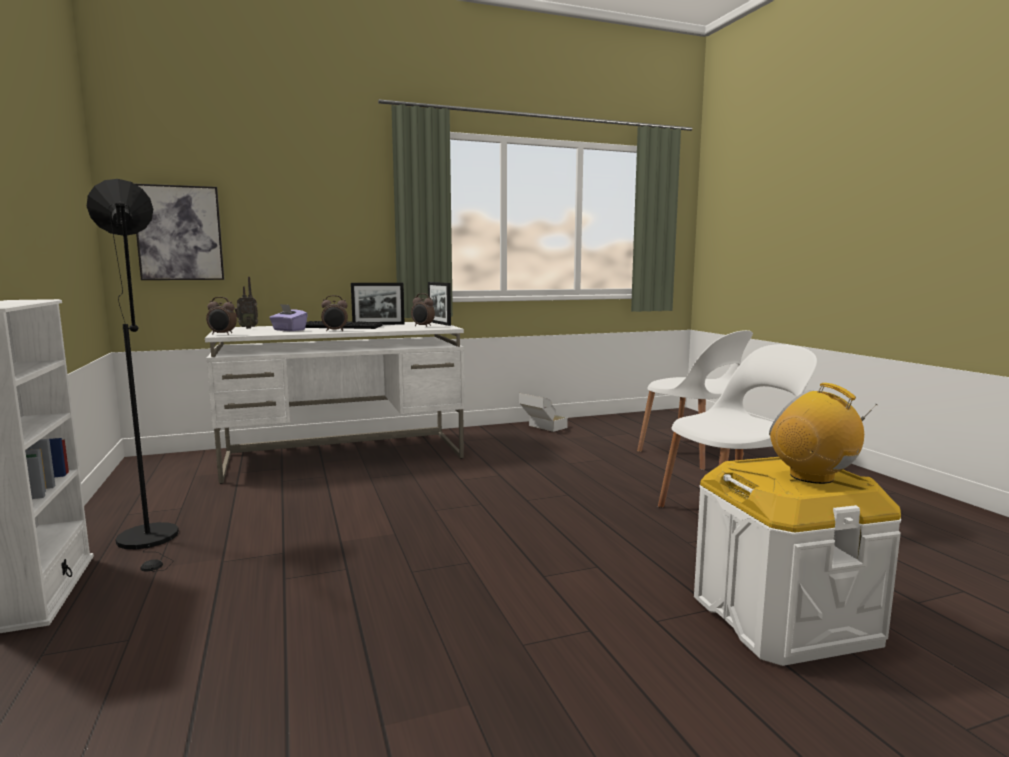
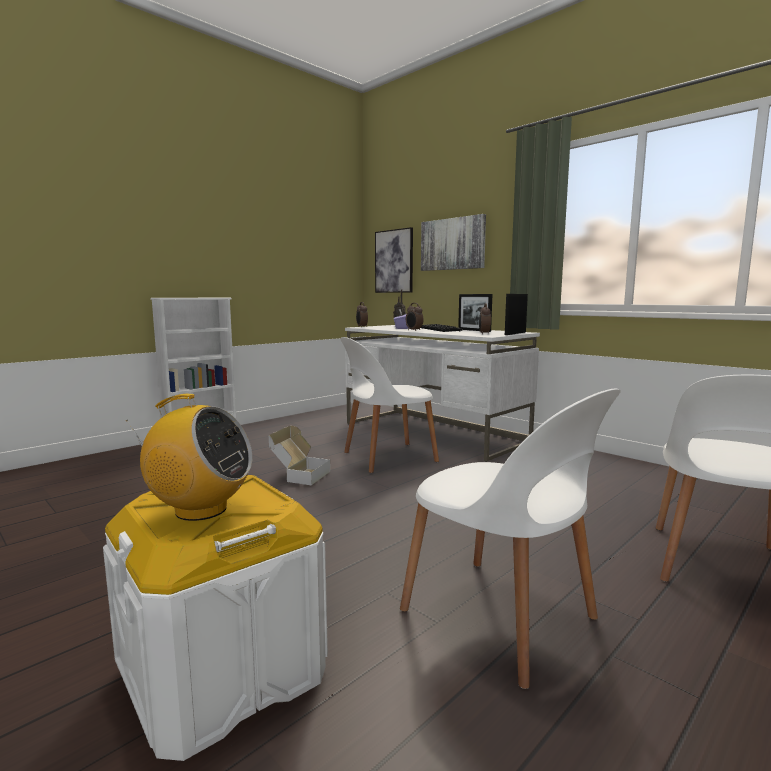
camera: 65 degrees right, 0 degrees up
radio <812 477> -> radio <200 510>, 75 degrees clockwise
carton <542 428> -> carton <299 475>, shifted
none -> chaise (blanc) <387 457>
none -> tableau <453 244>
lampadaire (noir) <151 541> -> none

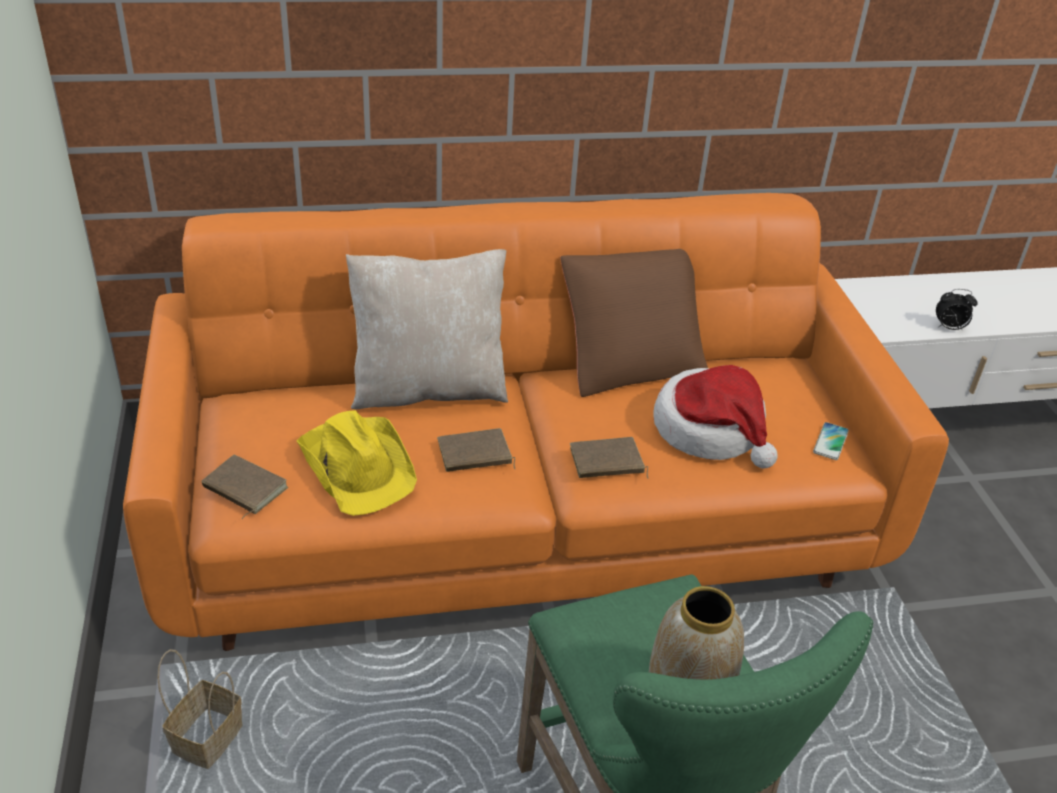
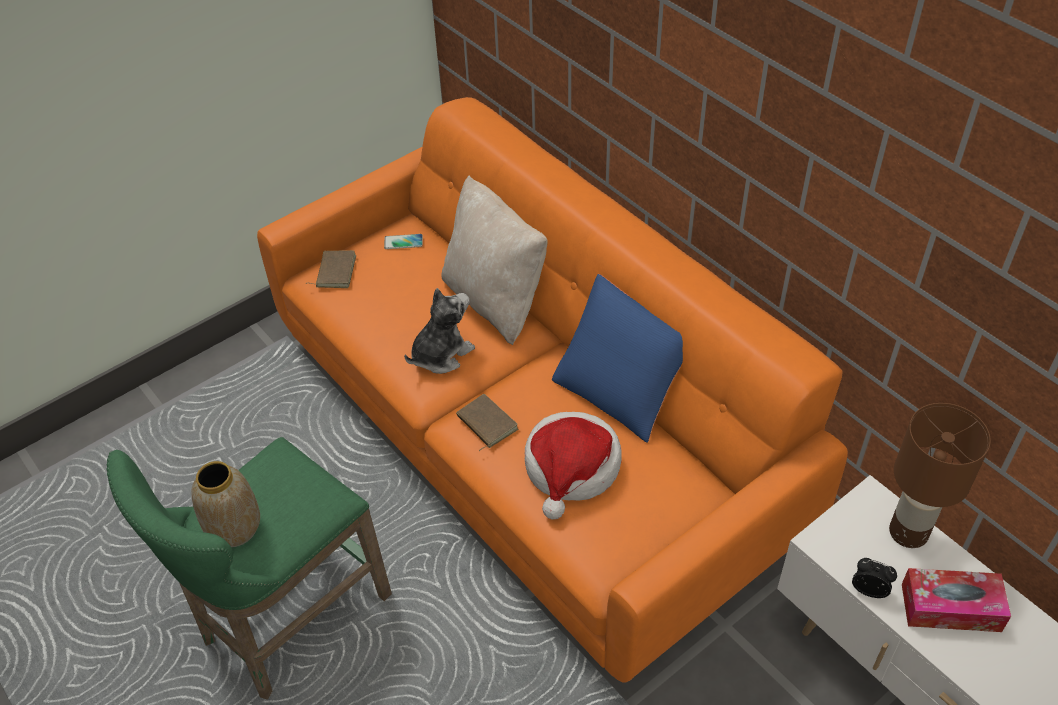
camera: 65 degrees right, 10 degrees up
téléphone <830 442> -> téléphone <403 242>, shifted
livre (marron) <474 455> -> peluche <441 354>
coussin (marron) <630 363> -> coussin (bleu) <620 390>
réveil <949 328> -> réveil <869 589>, 135 degrees clockwise
none -> lampe de table (marron) <907 532>
none -> boîte à mouchoirs <950 607>
panier <208 737> -> none
chapeau (jaune) <357 465> -> none

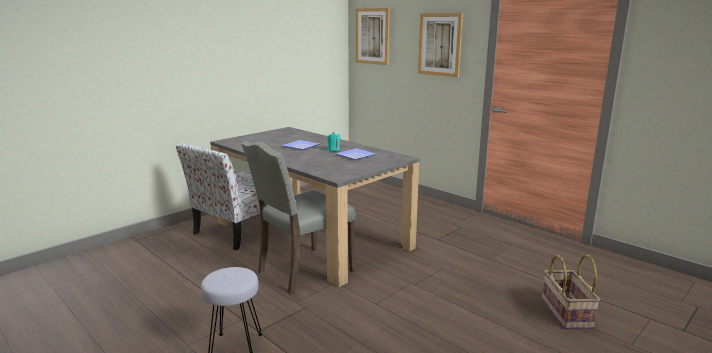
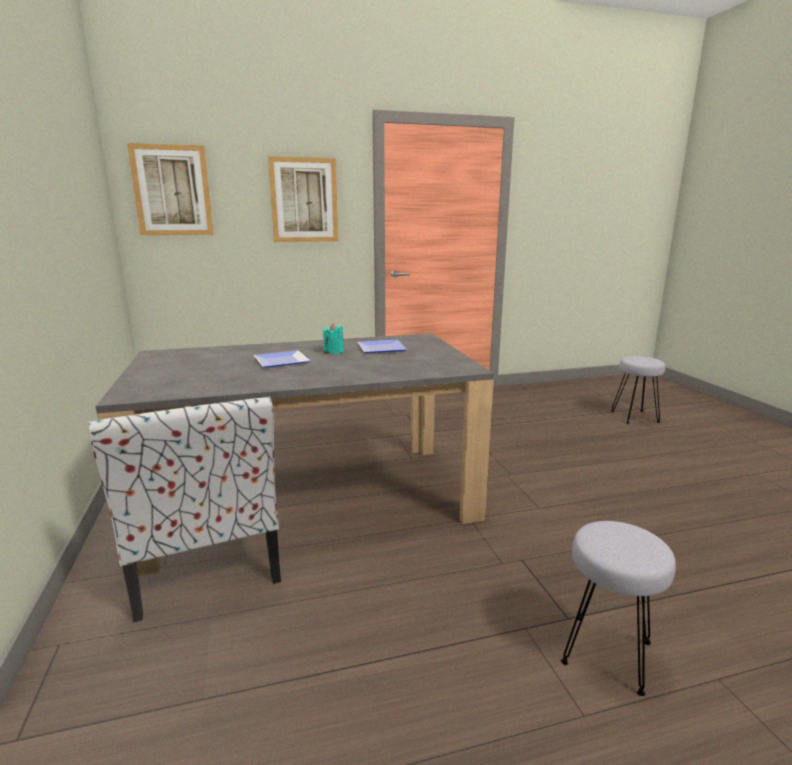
camera: 60 degrees left, 0 degrees up
none -> tabouret (gris) <633 417>
chaise (gris) <303 271> -> none
panier <565 312> -> none

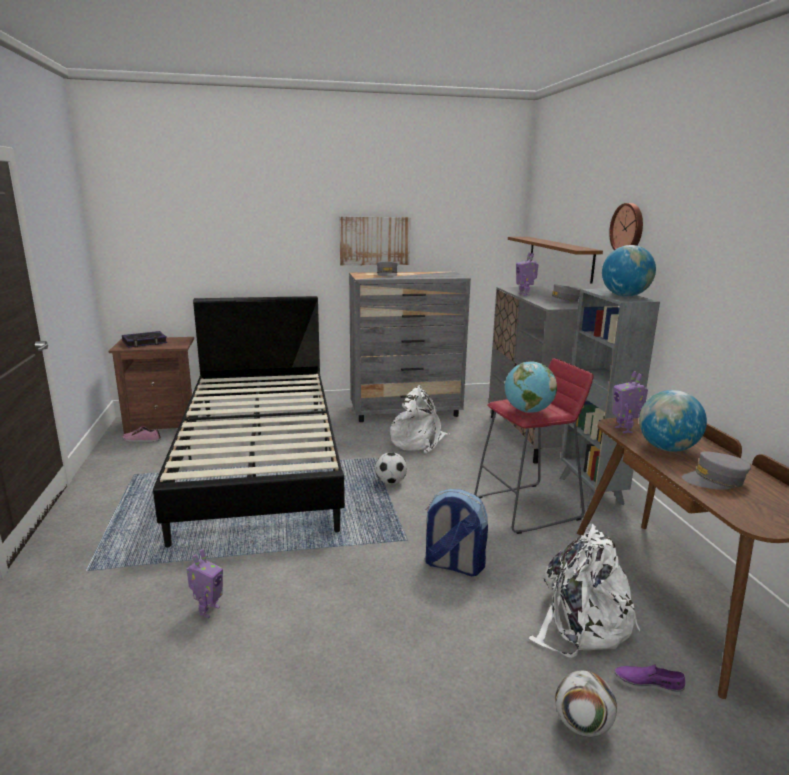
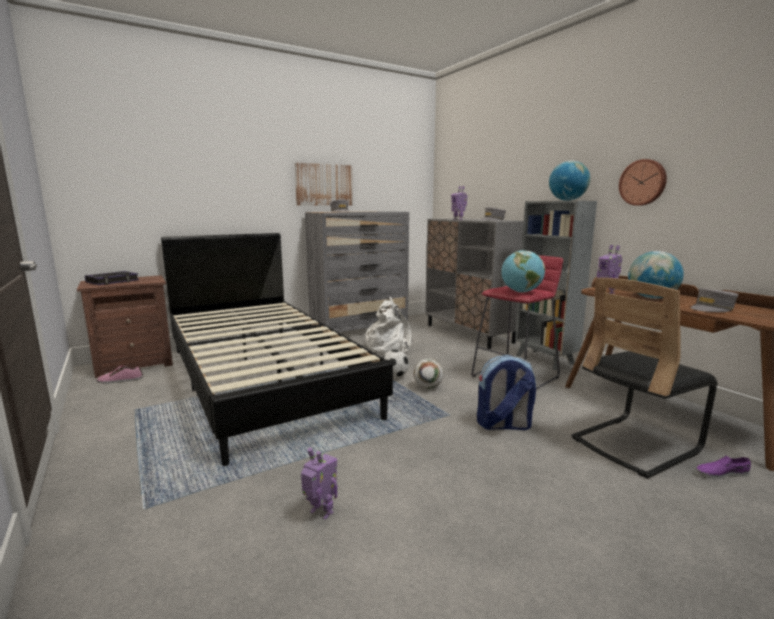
camera: 20 degrees left, 5 degrees down
robot jouet <208 610> -> robot jouet <320 513>, 60 degrees counterclockwise
ballon de foot <582 725> -> ballon de foot <428 387>, shifted
sac à dos (blanc) <581 623> -> chaise (noir) <635 444>
horloge murale <628 228> -> horloge murale <643 182>, shifted
étagère (marron) <559 258> -> none

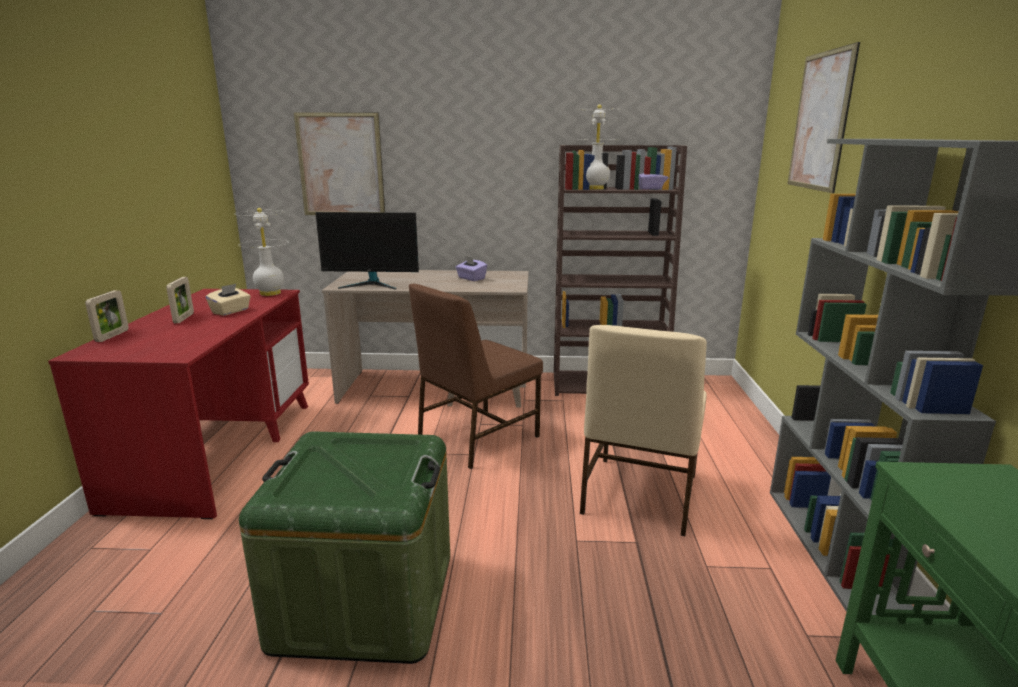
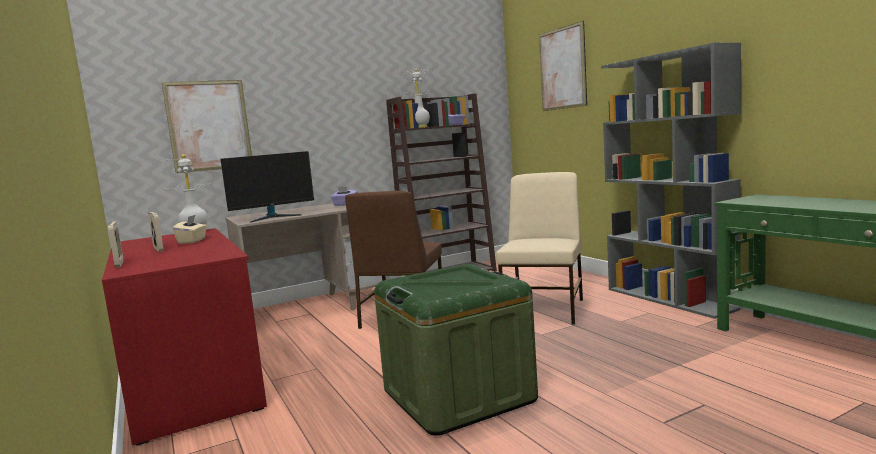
camera: 30 degrees left, 10 degrees down
chaise (beige) <638 495> -> chaise (beige) <545 309>, 150 degrees counterclockwise

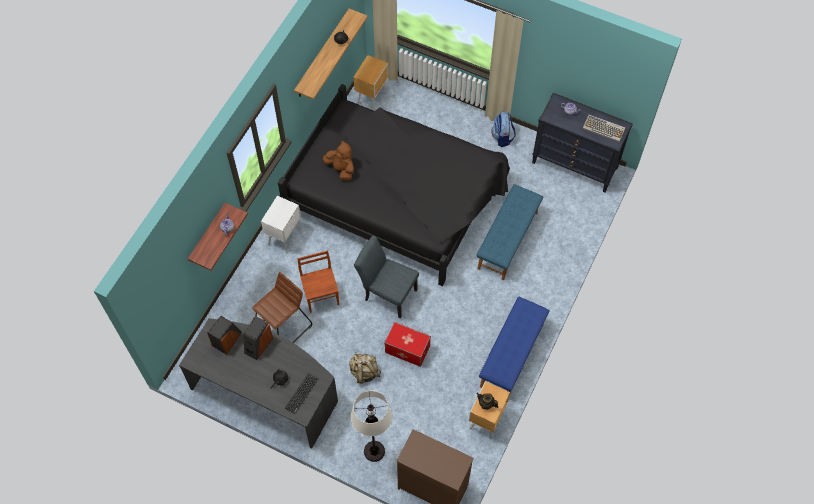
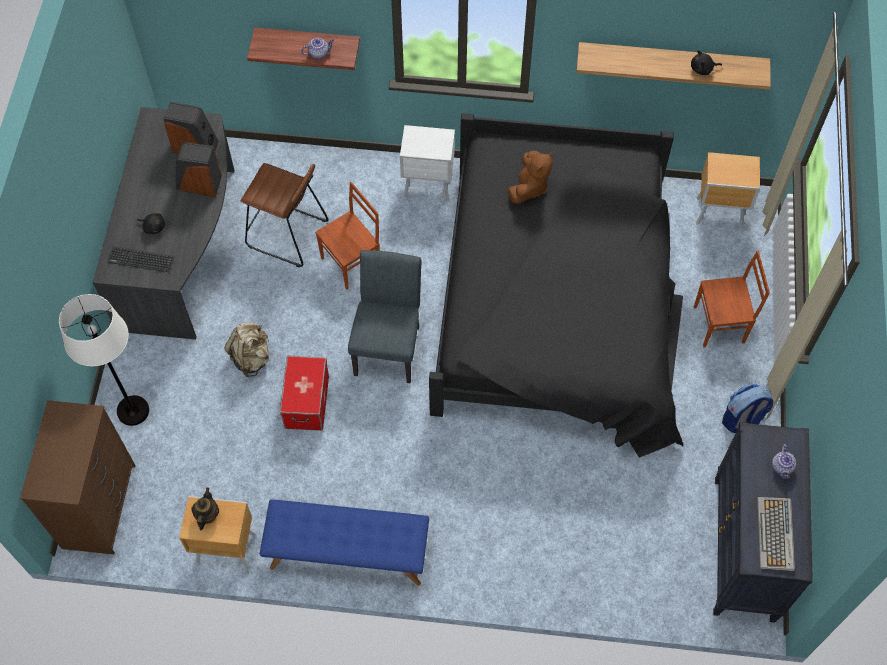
camera: 70 degrees right, 0 degrees up
none -> chaise (marron) <720 325>
banc (bleu) <507 240> -> none

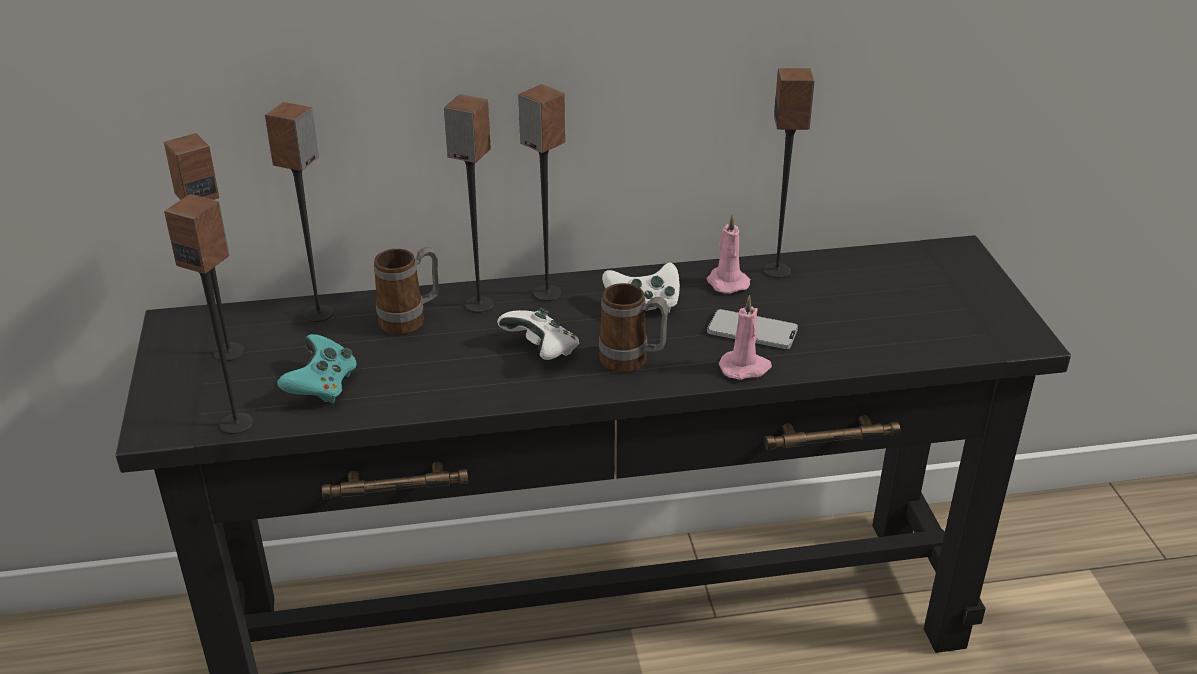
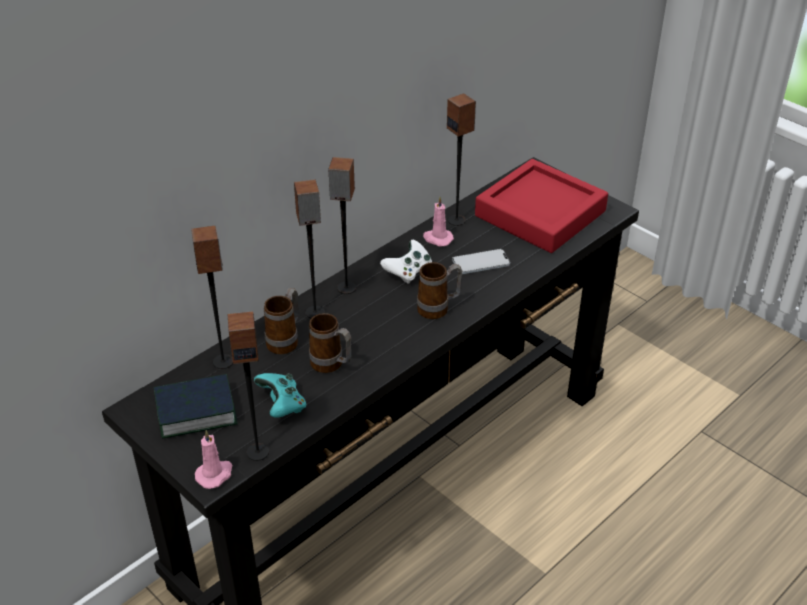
camera: 35 degrees left, 5 degrees up
enceinte <228 352> -> livre <195 412>
bougie (rose) <745 368> -> bougie (rose) <215 474>, shifted
none -> mug <331 365>
none -> plateau (rouge) <540 213>
manette (blanc) <542 351> -> none

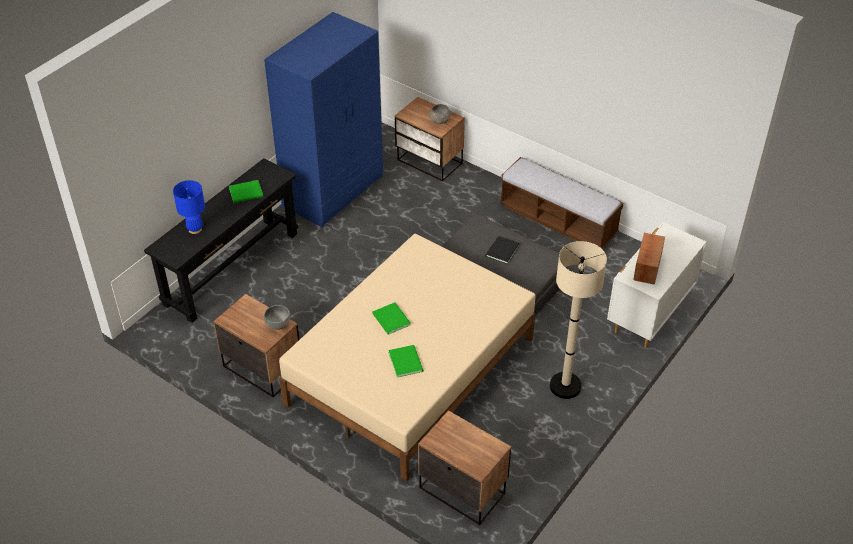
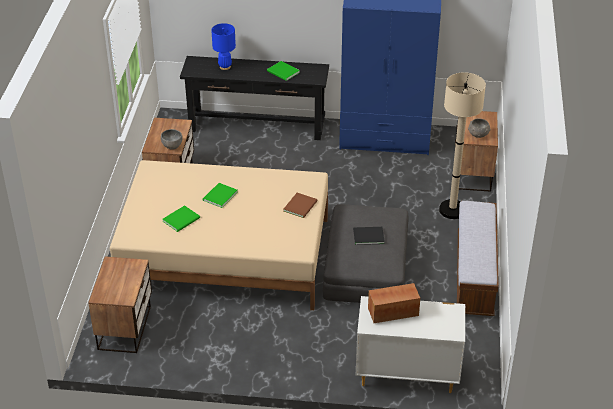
camera: 60 degrees right, 5 degrees down
none -> livre (marron) <301 206>
lampadaire (beige) <565 386> -> lampadaire (beige) <452 210>, shifted

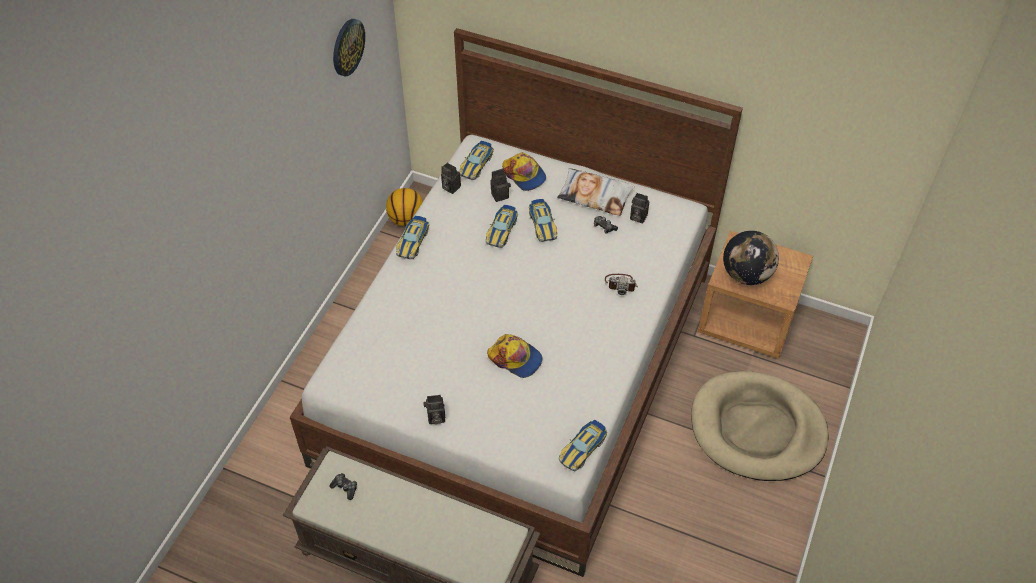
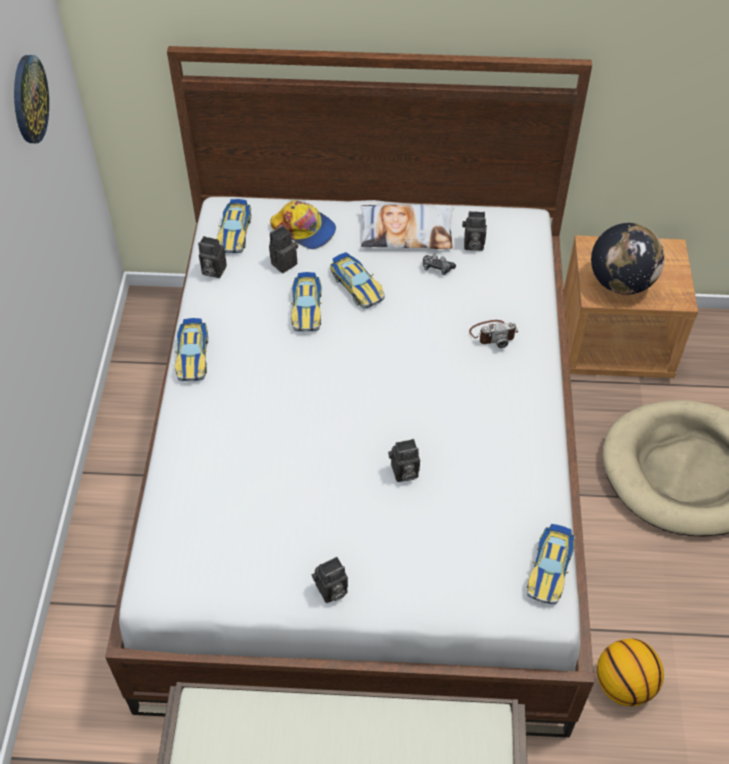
camera: 20 degrees left, 0 degrees up
casquette <515 358> -> appareil photo <403 473>
ballon de basket <406 219> -> ballon de basket <624 684>, shifted
manette <345 487> -> none

